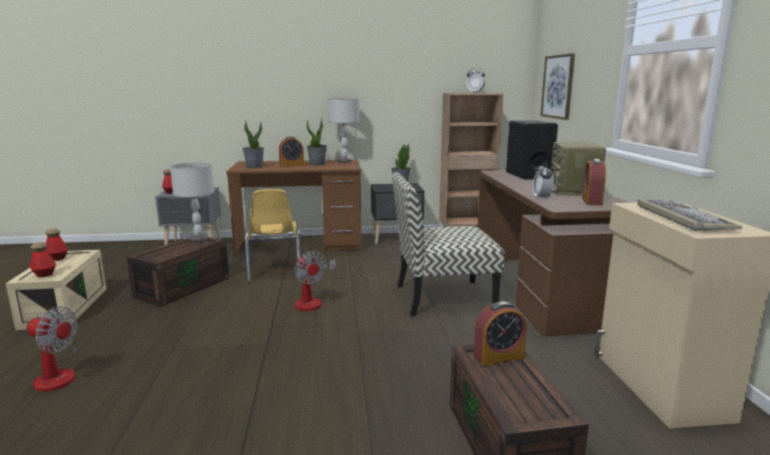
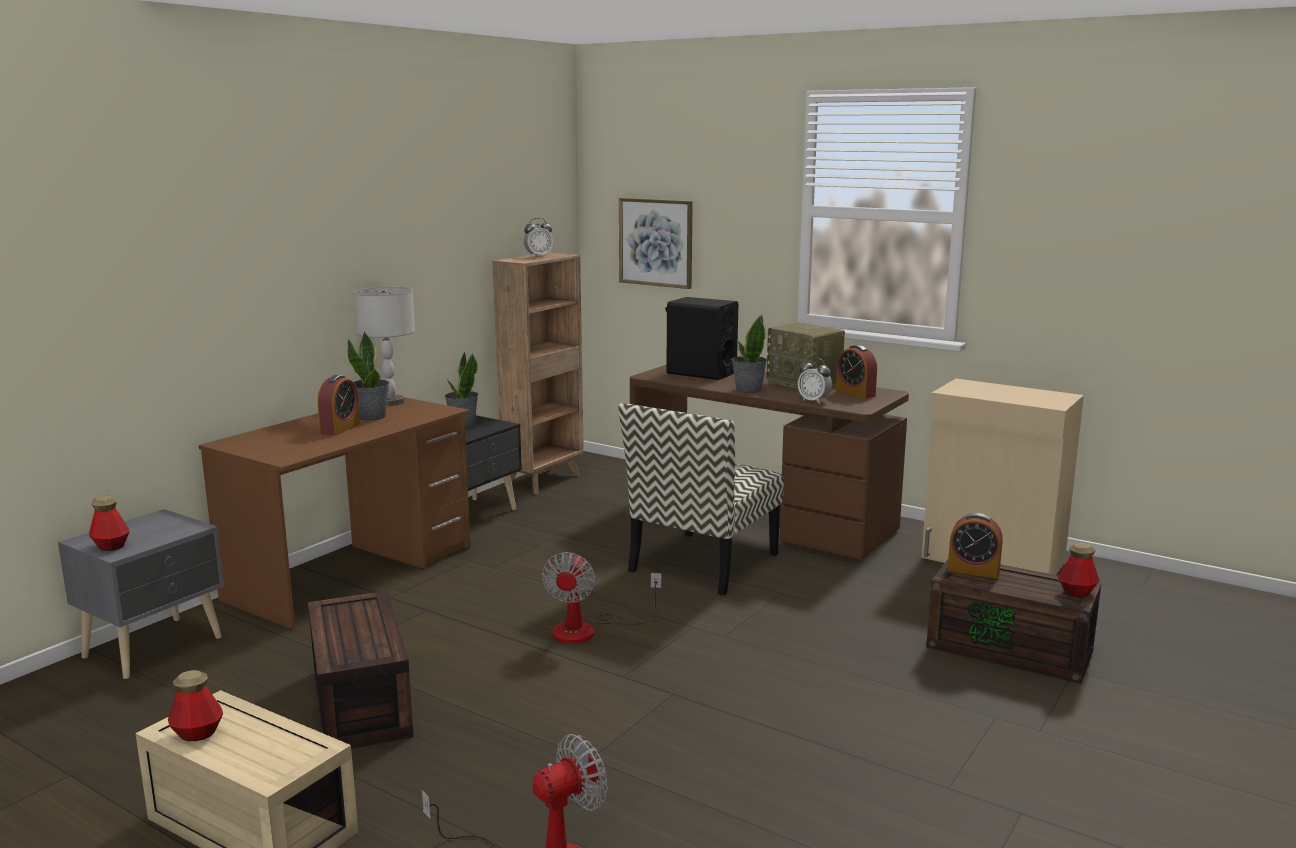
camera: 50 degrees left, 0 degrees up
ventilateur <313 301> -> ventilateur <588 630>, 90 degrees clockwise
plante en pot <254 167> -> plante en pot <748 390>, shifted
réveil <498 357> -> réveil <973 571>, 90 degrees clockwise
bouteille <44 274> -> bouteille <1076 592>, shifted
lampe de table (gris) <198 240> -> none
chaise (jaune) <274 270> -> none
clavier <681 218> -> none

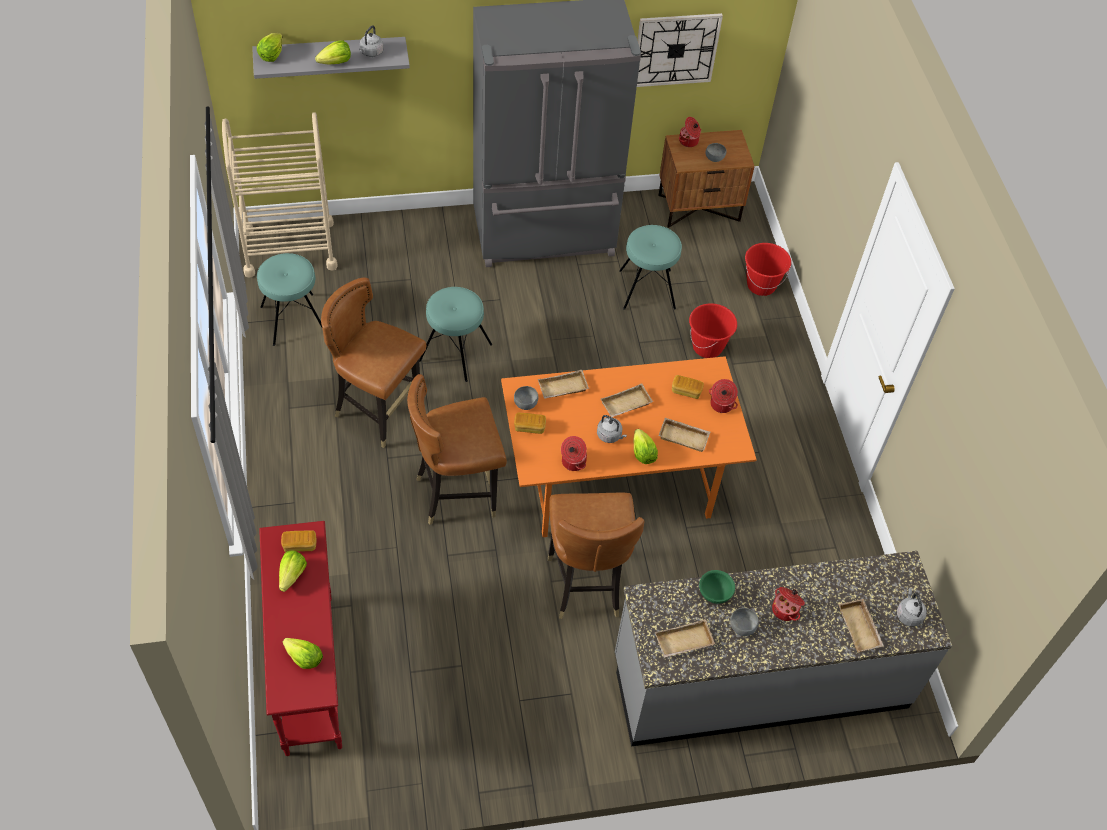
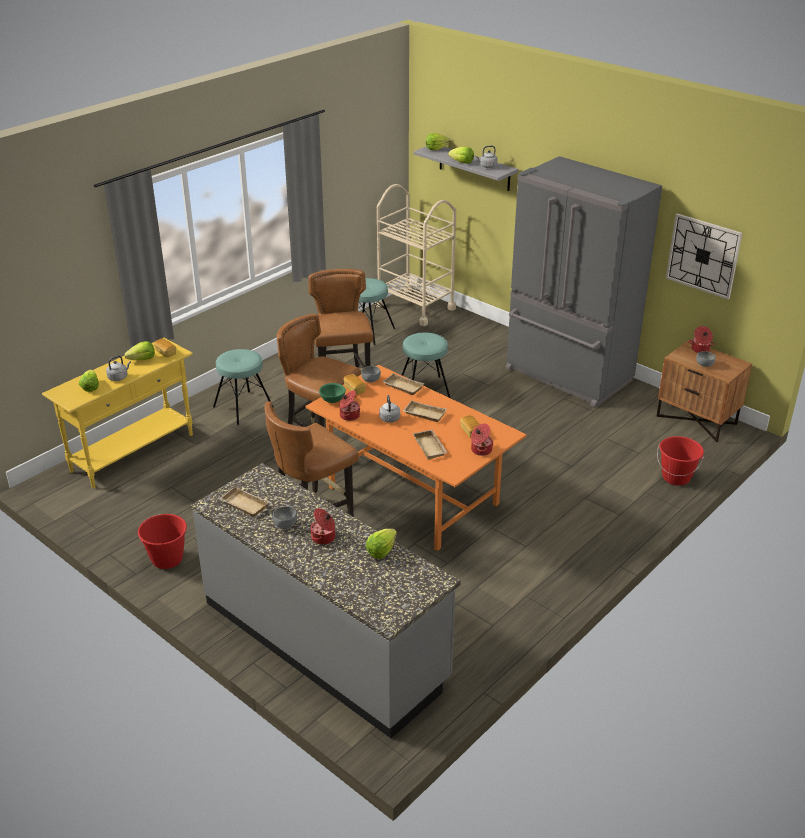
camera: 55 degrees right, 20 degrees down
table console (rouge) <309 673> -> table console (jaune) <133 453>
bouilloire (gris) <908 614> -> bouilloire (gris) <119 377>, shifted
seau (rouge) <707 347> -> seau (rouge) <167 559>, shifted
tabouret (turquoise) <647 289> -> tabouret (turquoise) <243 408>, shifted
bol (vert) <714 593> -> bol (vert) <332 400>, shifted
laitue <642 453> -> laitue <381 551>, shifted
plateau (beige) <860 628> -> none

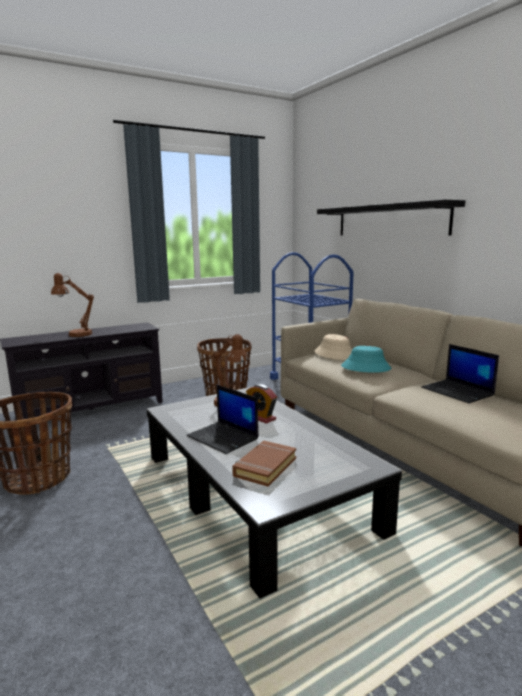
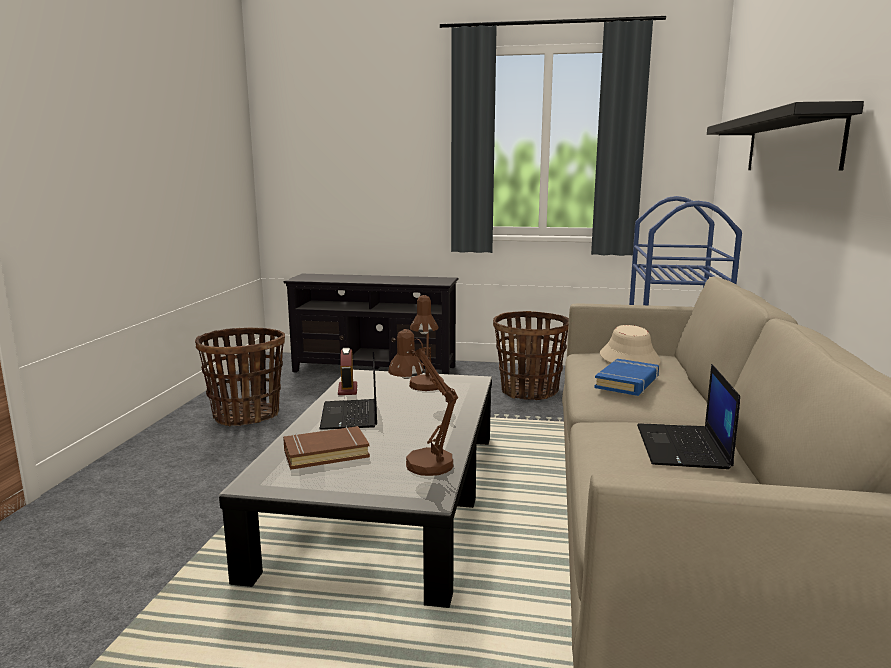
camera: 40 degrees right, 0 degrees up
réveil <261 418> -> réveil <347 389>, shifted
lampe de table (marron) <75 334> -> lampe de table (marron) <422 461>, shifted
chapeau (turquoise) <366 367> -> livre (bleu) <627 382>

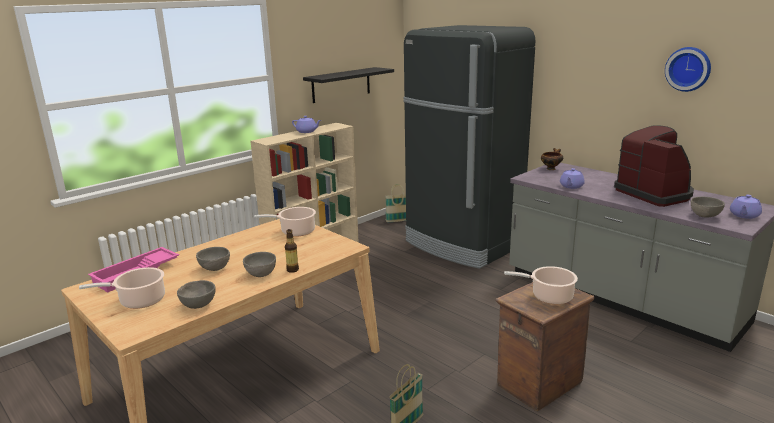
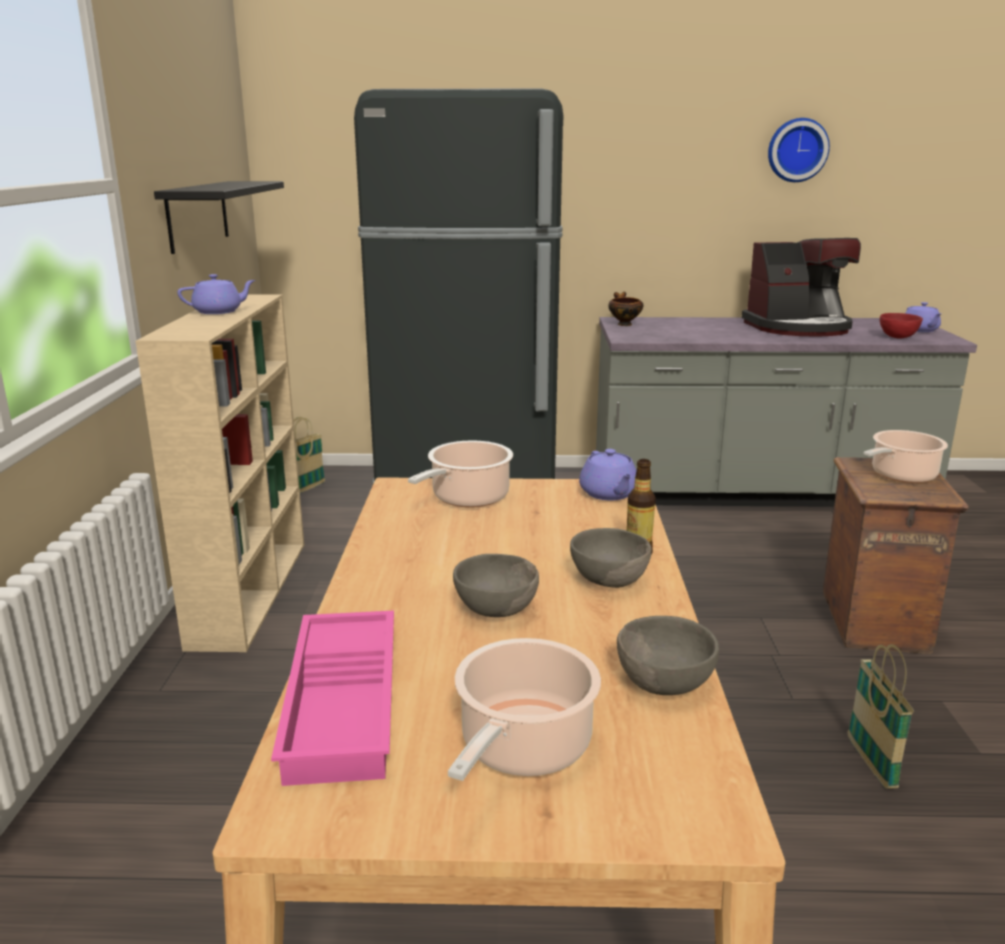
camera: 45 degrees left, 0 degrees up
théière (violet) <571 186> -> théière (violet) <609 494>, shifted
machine à café <654 193> -> machine à café <798 328>, 150 degrees clockwise
bol (gris) <704 215> -> bol (rouge) <897 337>

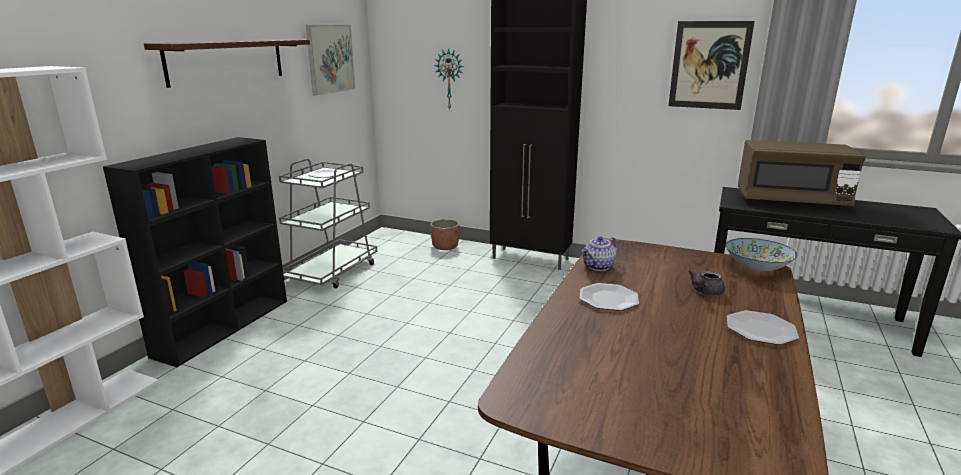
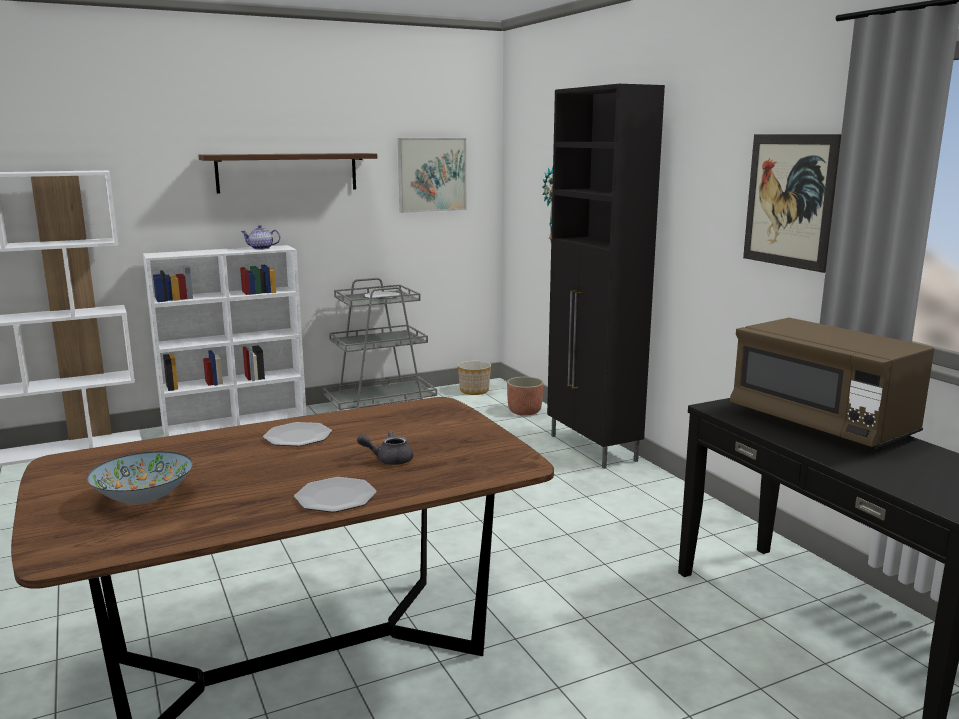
camera: 40 degrees right, 5 degrees down
bol <756 267> -> bol <143 497>, shifted
bibliothèque (noir) <225 326> -> bibliothèque (blanc) <237 422>
théière <599 267> -> théière <261 248>, shifted
none -> cache-pot <474 391>

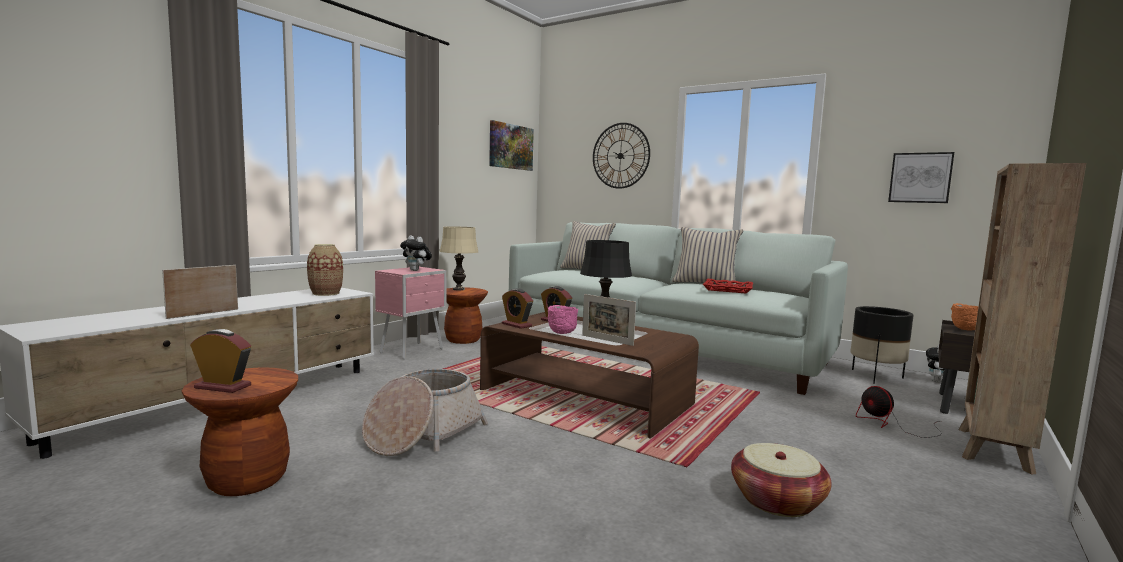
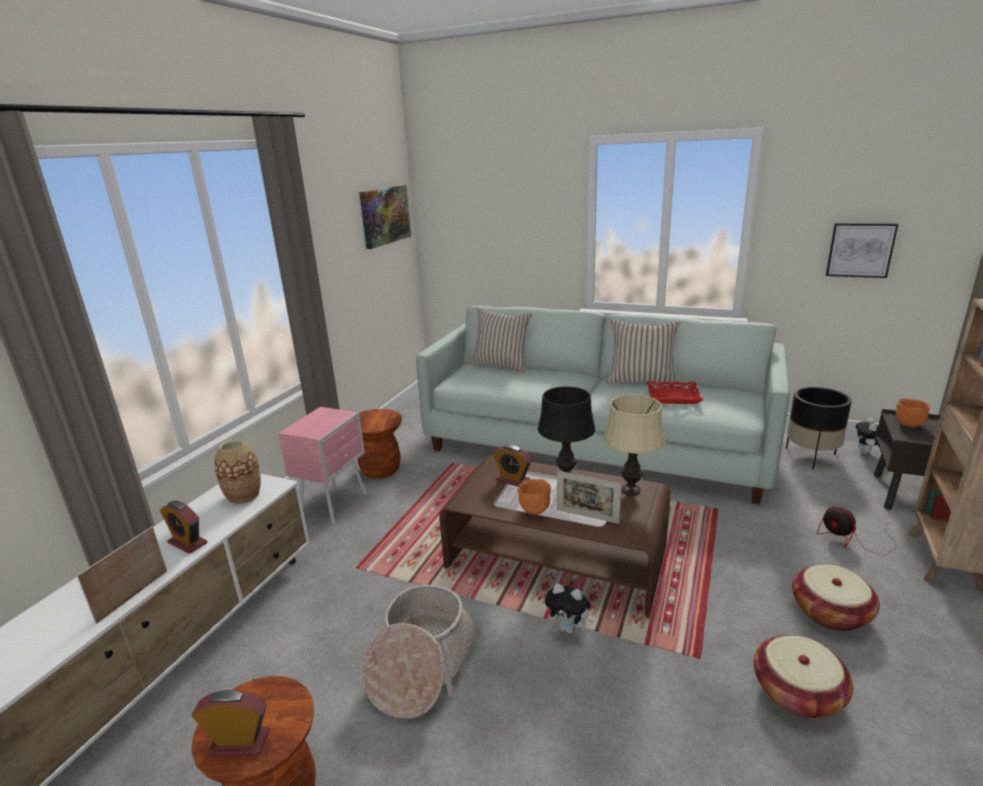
camera: 10 degrees left, 15 degrees up
réveil <516 325> -> réveil <187 543>, shifted
bol (rose) <561 333> -> bol (orange) <534 511>
peluche <416 270> -> peluche <569 628>, shifted
lampe de table (beige) <459 289> -> lampe de table (beige) <631 490>, shifted
none -> panier <830 613>
horloge murale <620 155> -> none

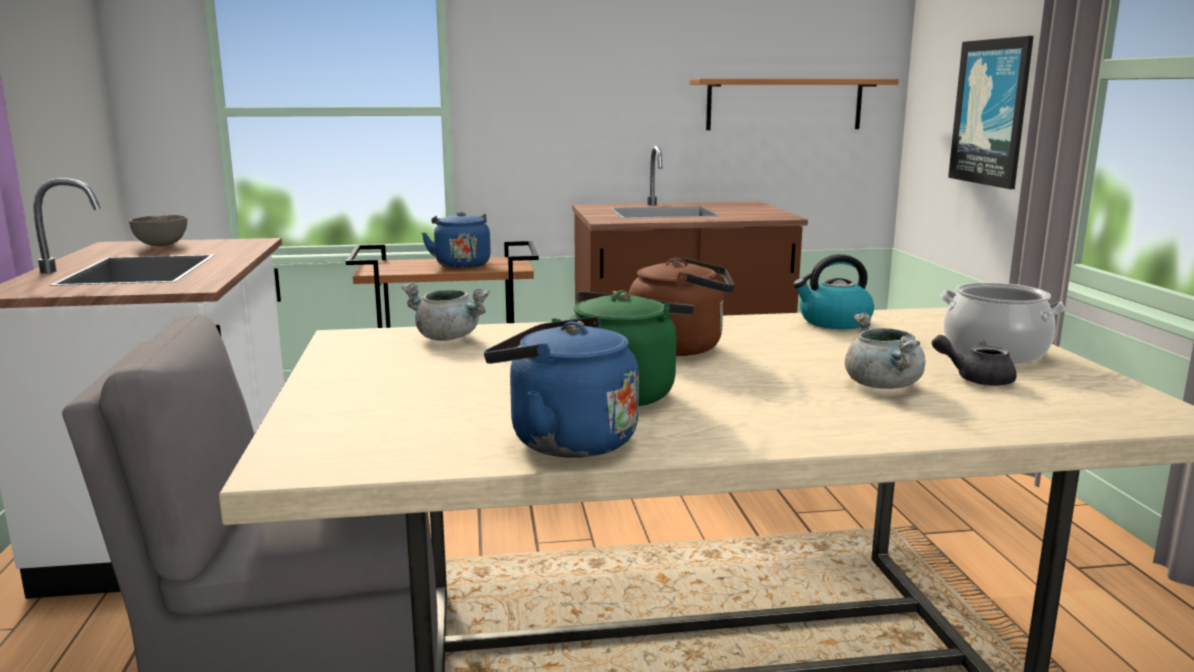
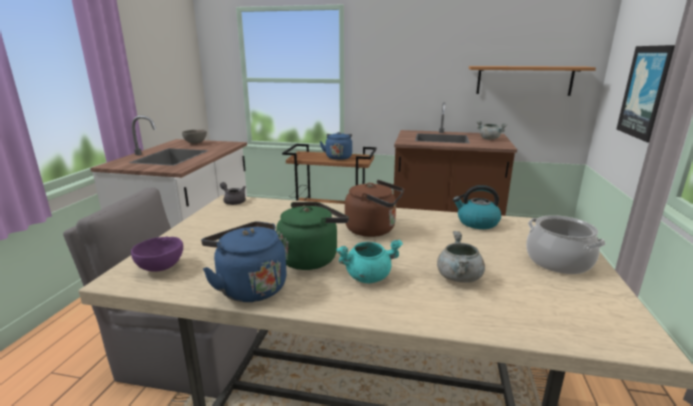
camera: 20 degrees right, 5 degrees up
none -> bol (violet) <162 267>
théière (gris) <976 379> -> théière (gris) <233 201>, shifted
none -> marmite (turquoise) <368 276>
marmite (gris) <449 338> -> marmite (gris) <489 139>, shifted

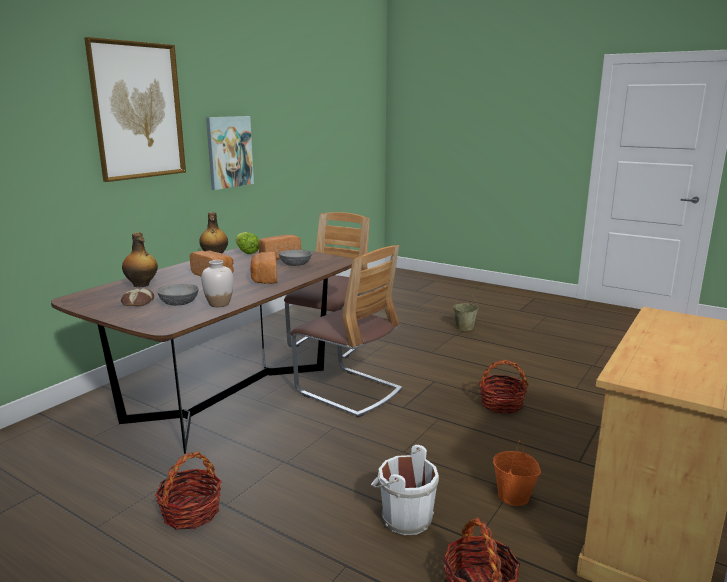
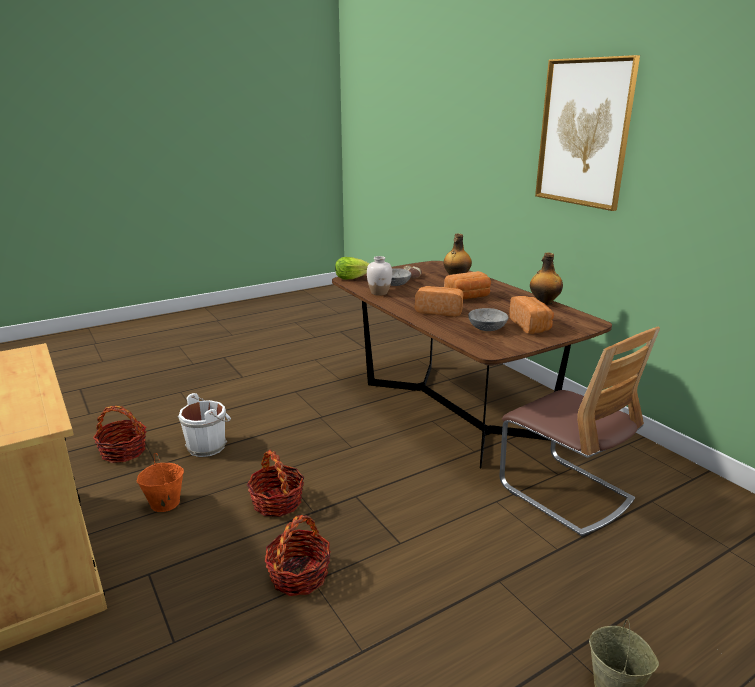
camera: 115 degrees right, 5 degrees up
panier <191 512> -> panier <277 502>, shifted
laitue <246 253> -> laitue <351 278>, shifted
tableau <229 152> -> none
chaise <348 391> -> none

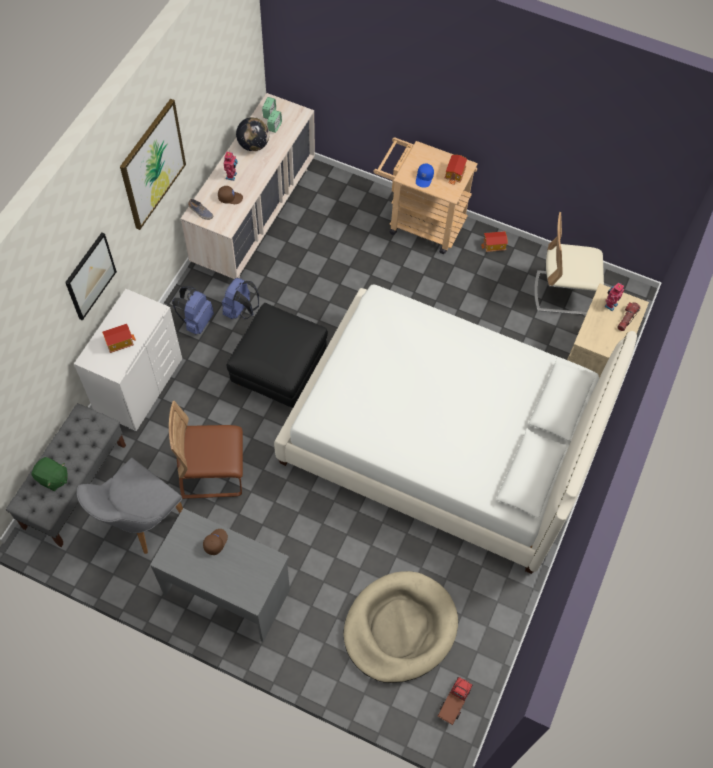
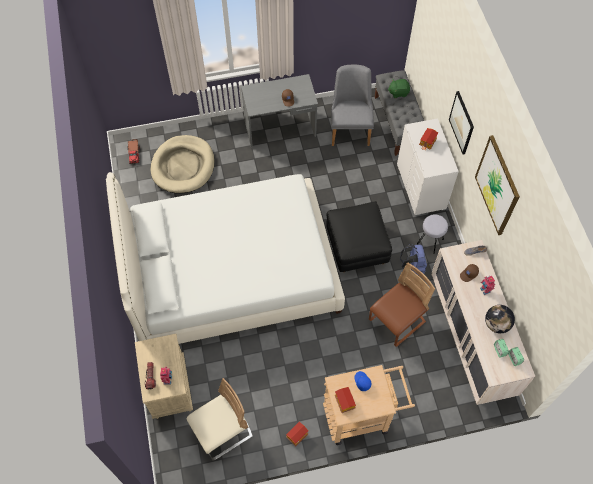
camera: 145 degrees right, 0 degrees up
chaise (marron) <212 472> -> chaise (marron) <396 321>, shifted
sac à dos (bleu) <196 321> -> tabouret (gris) <430 242>

